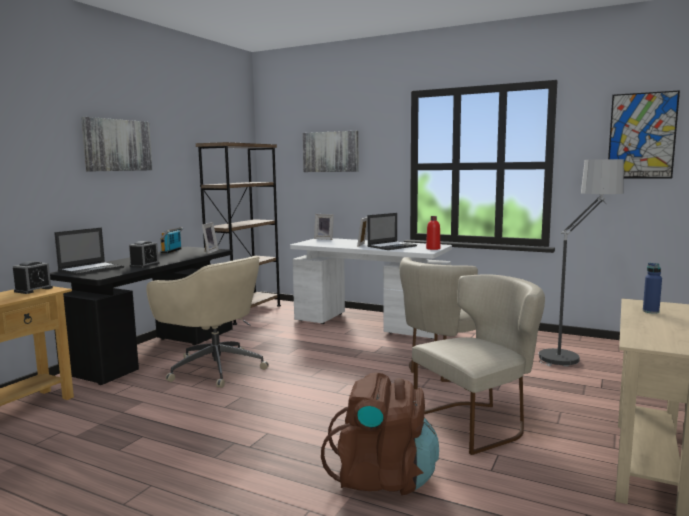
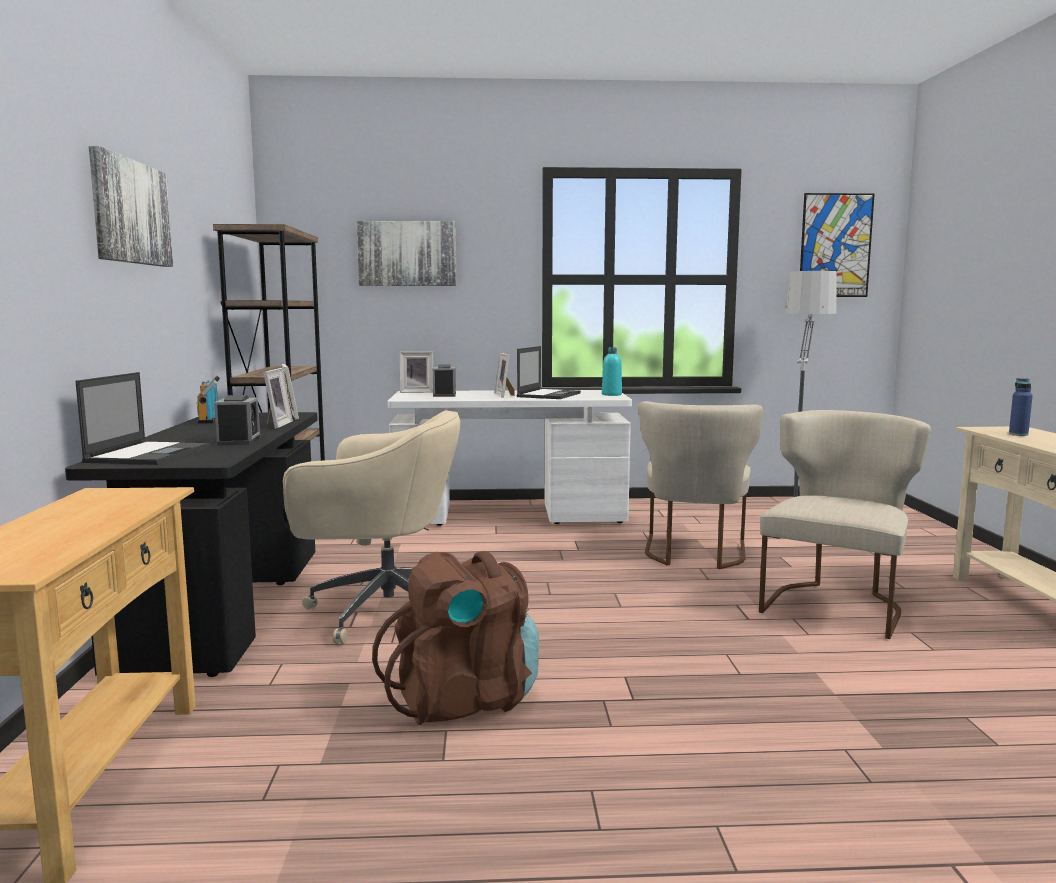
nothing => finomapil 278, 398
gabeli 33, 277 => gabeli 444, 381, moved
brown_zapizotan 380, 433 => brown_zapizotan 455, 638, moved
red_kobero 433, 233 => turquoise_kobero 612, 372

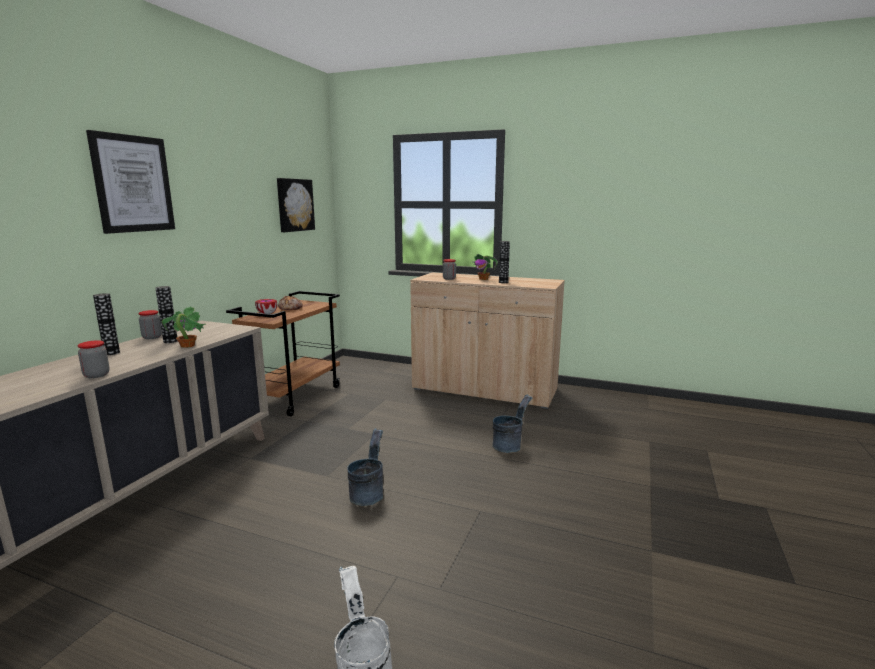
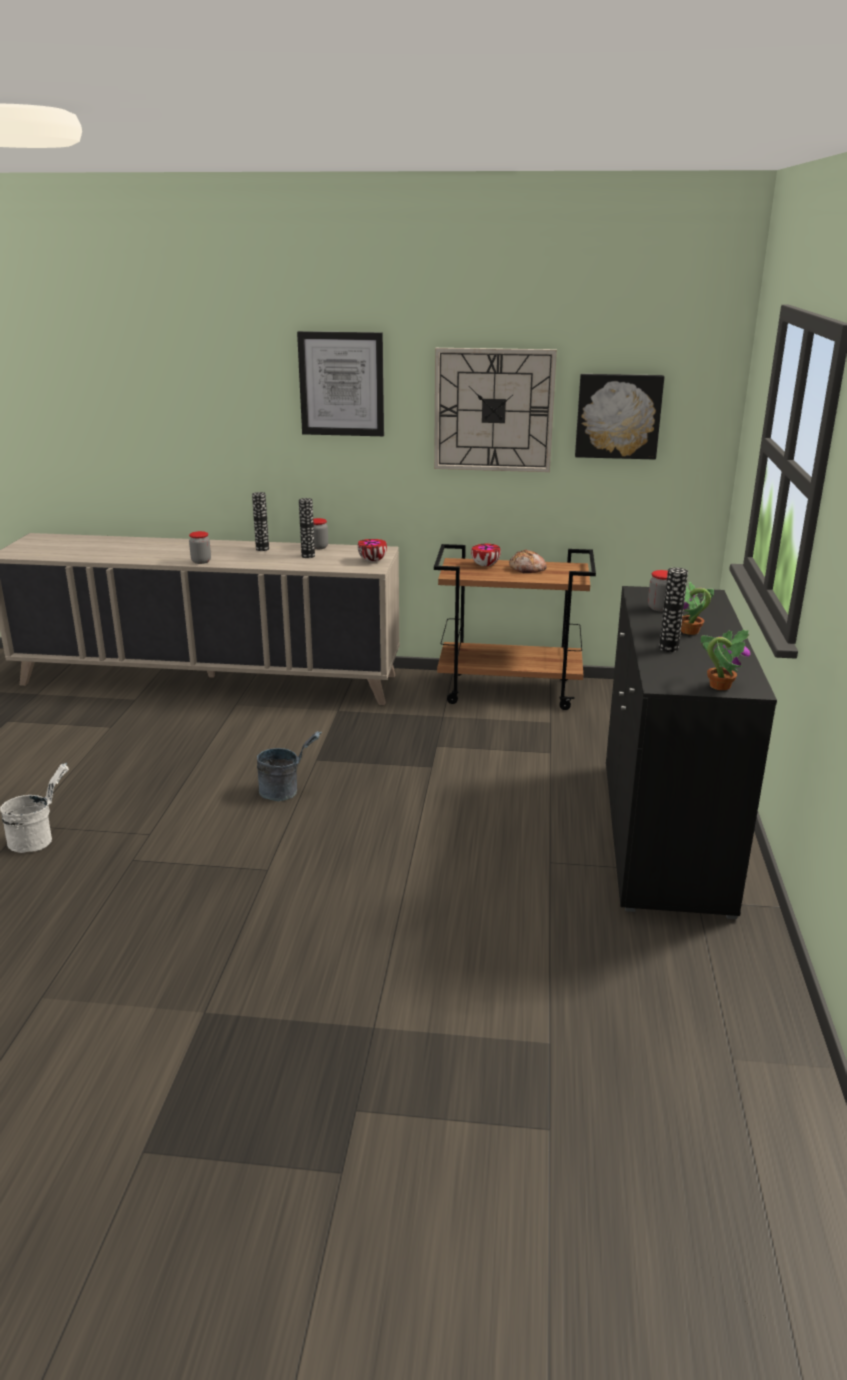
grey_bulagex 512, 424 => nothing
nothing => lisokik 372, 550
nothing => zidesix 495, 410
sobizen 183, 327 => sobizen 725, 659, moved
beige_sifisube 487, 341 => black_sifisube 691, 753

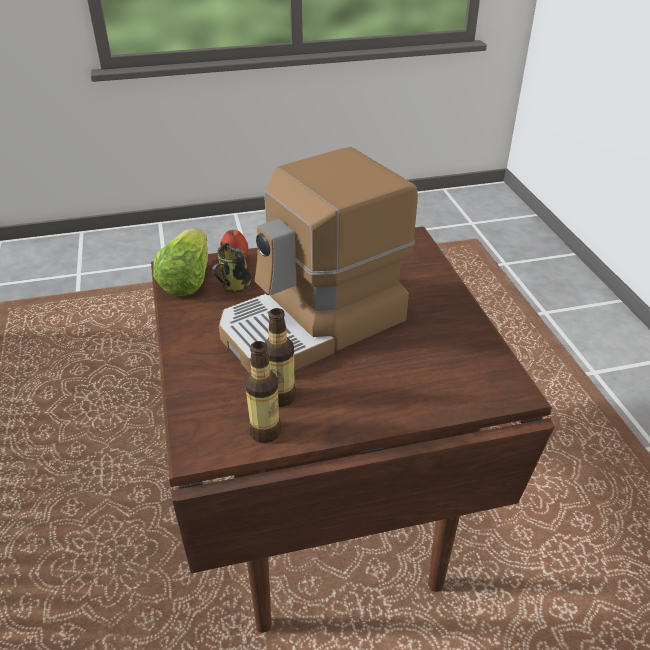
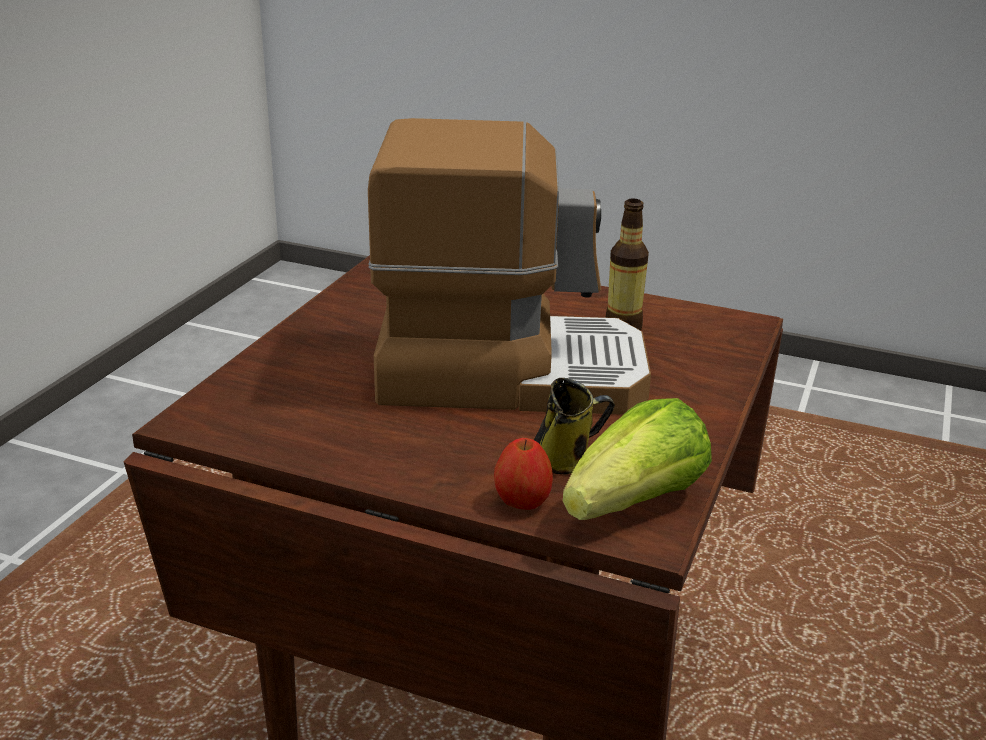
kobero 263, 392 => nothing

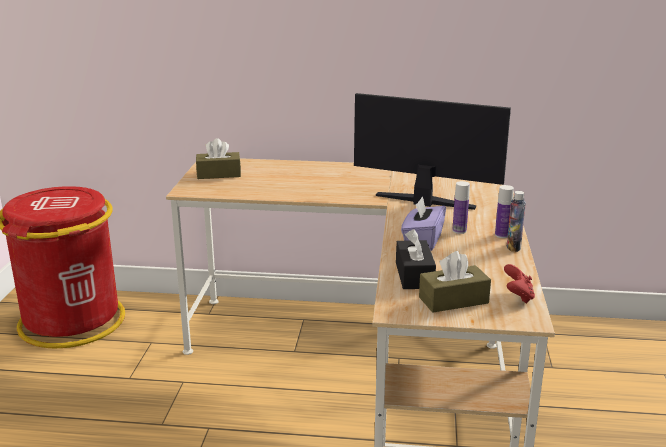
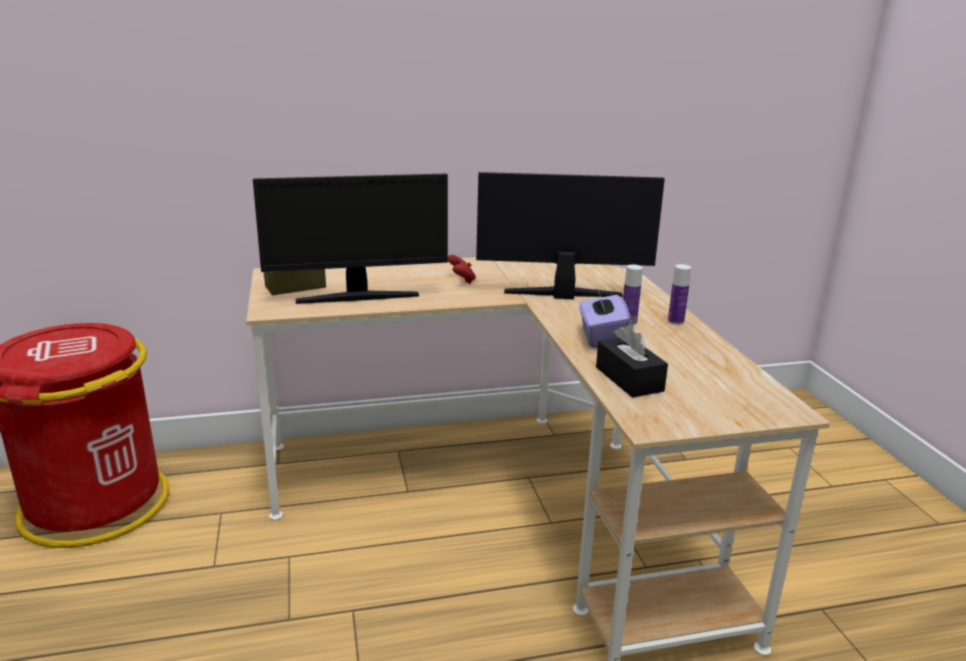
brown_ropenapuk 455, 282 => nothing
kobero 516, 221 => nothing
nothing => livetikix 350, 239
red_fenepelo 519, 284 => red_fenepelo 462, 269, moved

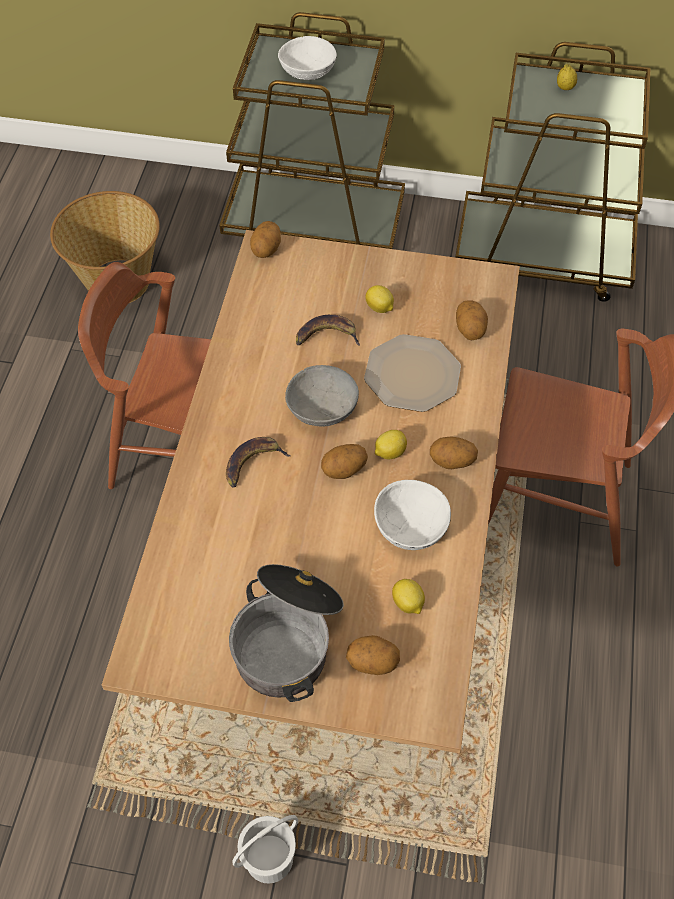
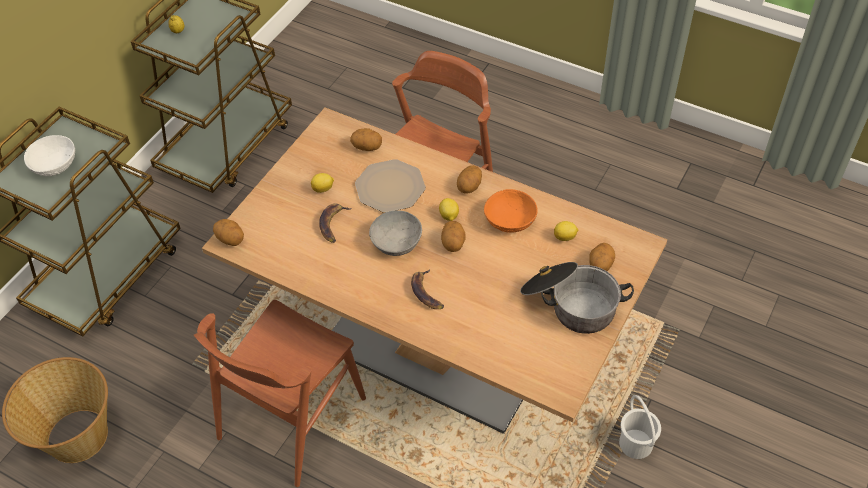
white_lisokik 412, 515 => orange_lisokik 511, 211

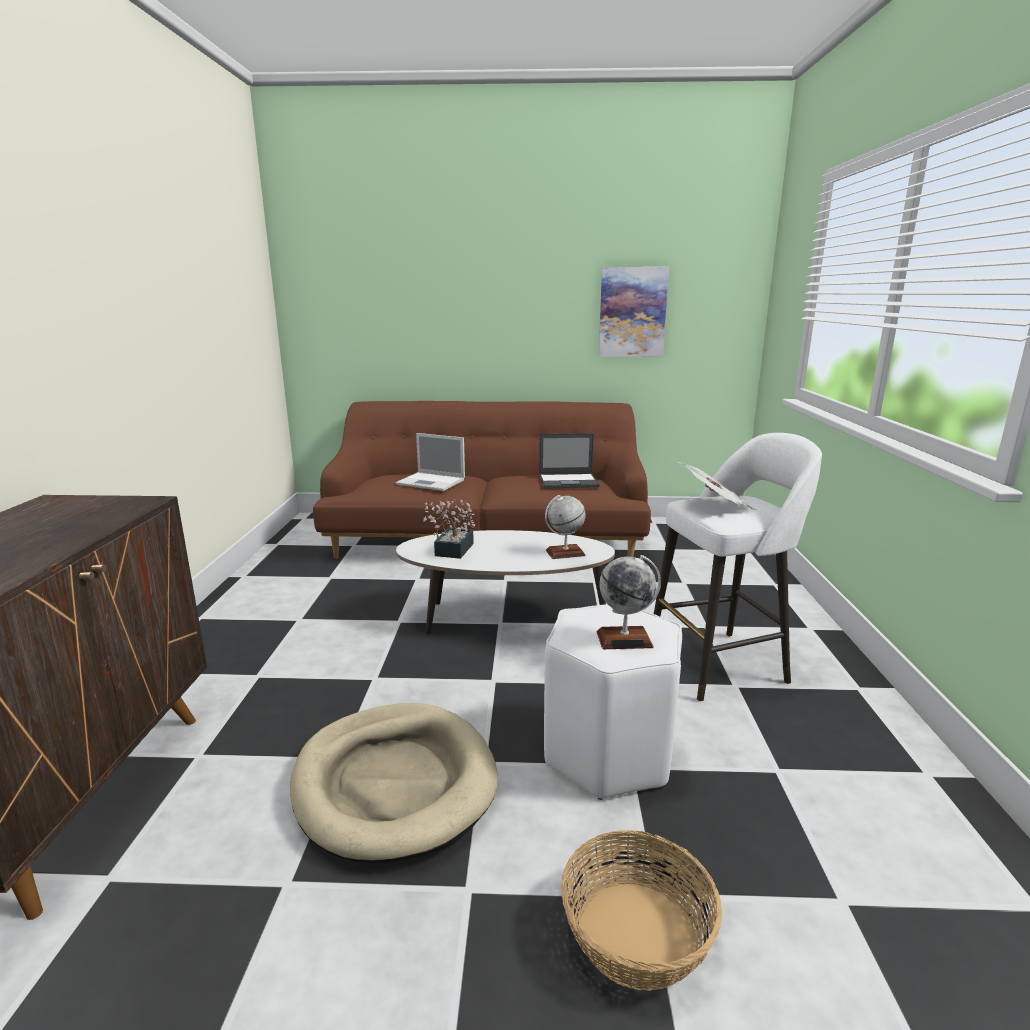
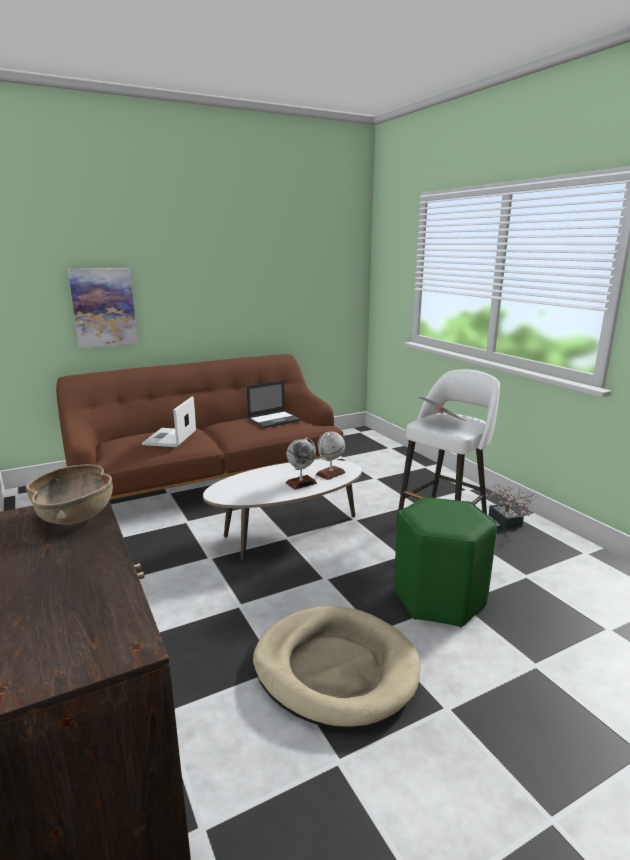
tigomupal 641, 910 => nothing
nothing => brown_lisokik 69, 494
sobizen 449, 529 => sobizen 511, 506, moved
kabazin 629, 602 => kabazin 301, 463, moved
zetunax 634, 312 => zetunax 103, 308, moved
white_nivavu 613, 702 => green_nivavu 445, 562
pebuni 430, 462 => pebuni 169, 422, 105 degrees clockwise

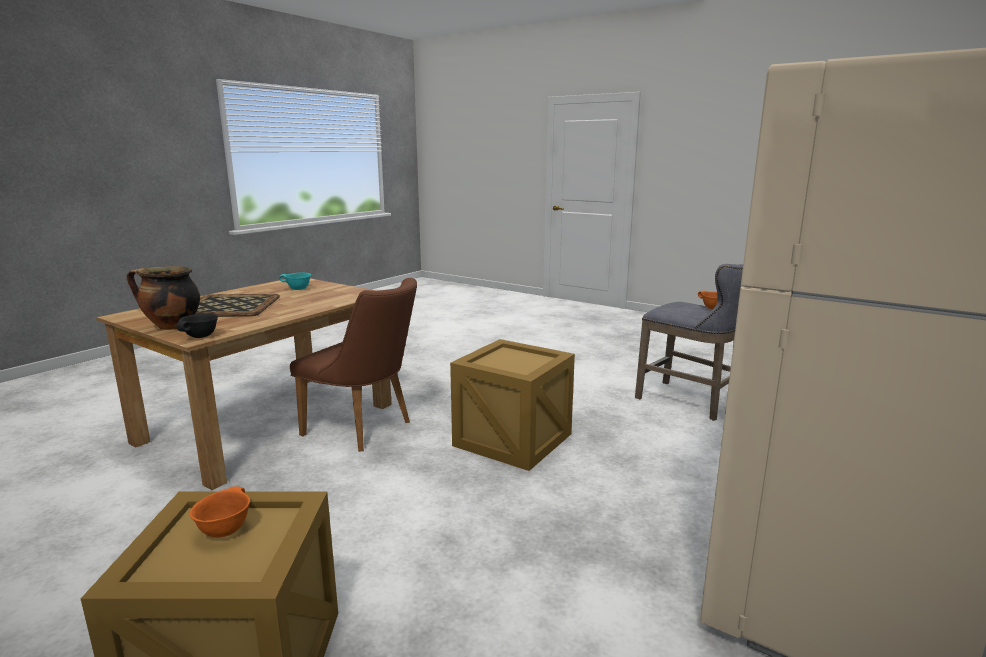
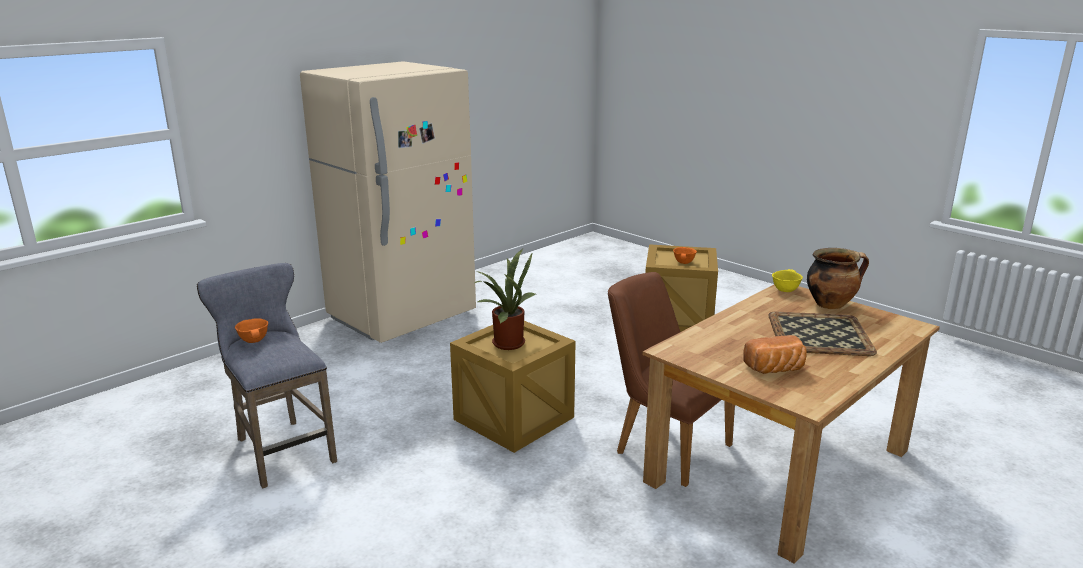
nothing => sobizen 505, 299
turquoise_lisokik 295, 281 => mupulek 775, 354
black_lisokik 197, 325 => yellow_lisokik 787, 280

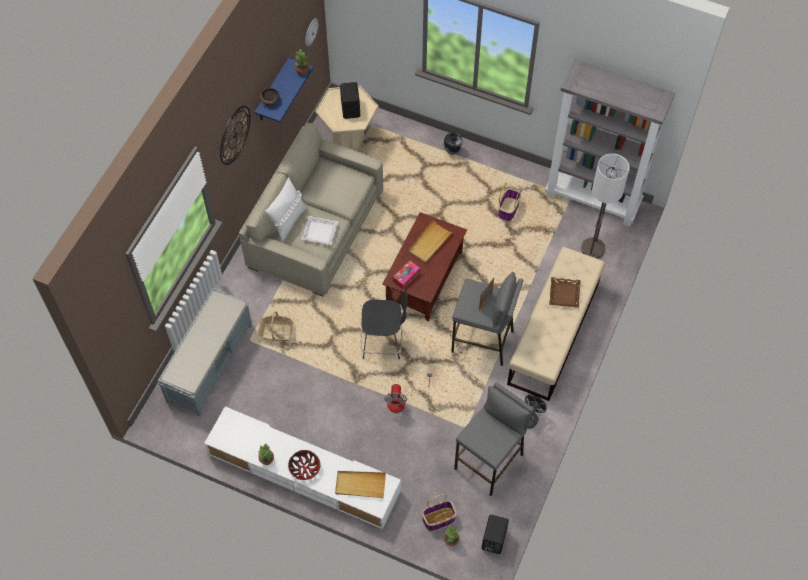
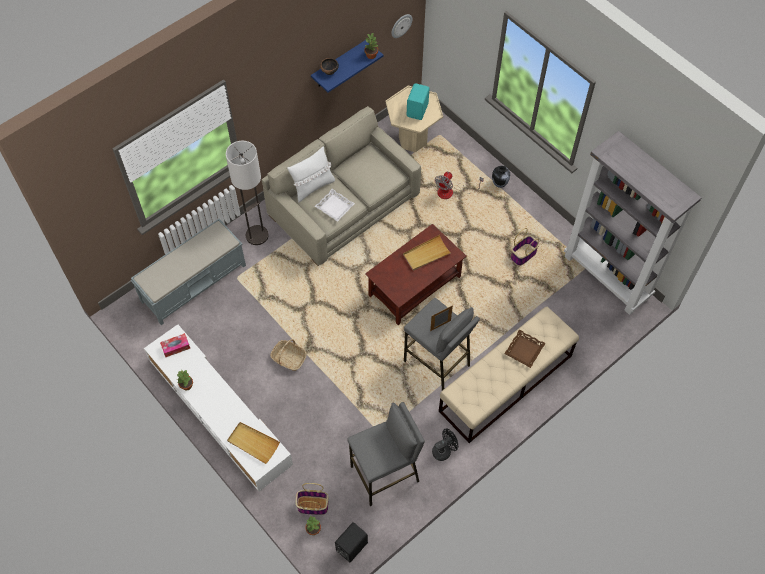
zidesix 235, 135 => nothing
lisokik 304, 465 => nothing
black_nivavu 383, 324 => nothing
tigomupal 276, 326 => tigomupal 288, 355, moved
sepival 408, 393 => sepival 459, 185, moved
ropenapuk 406, 275 => ropenapuk 175, 345, moved
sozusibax 605, 206 => sozusibax 247, 193, moved
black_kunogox 350, 100 => turquoise_kunogox 418, 101

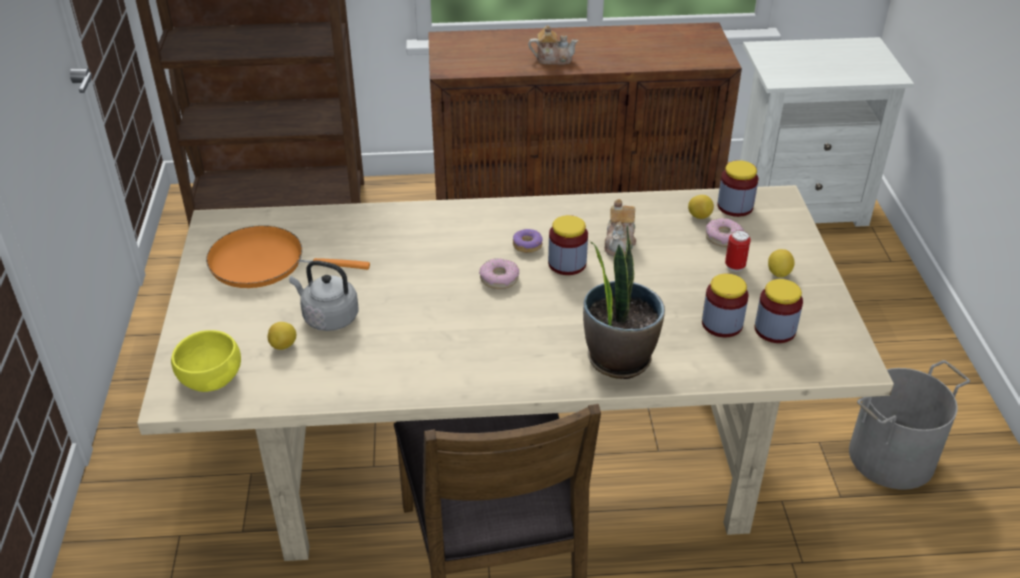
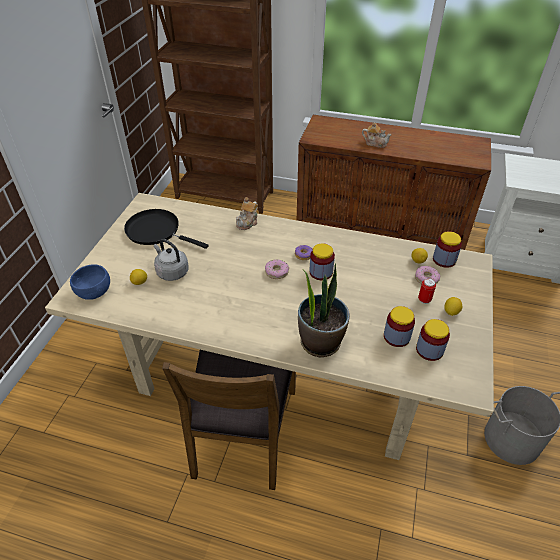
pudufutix 620, 227 => pudufutix 247, 213, moved
yellow_lisokik 206, 361 => blue_lisokik 90, 282
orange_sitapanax 288, 257 => black_sitapanax 166, 229

